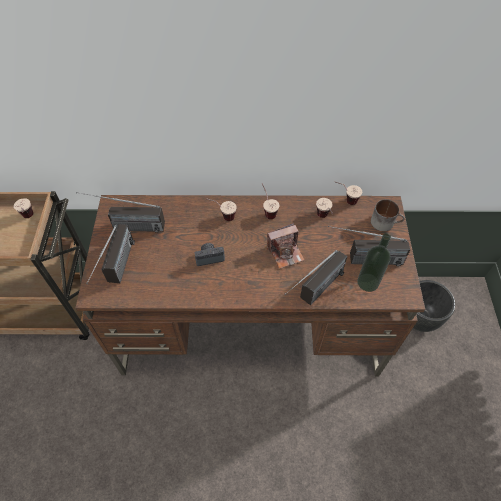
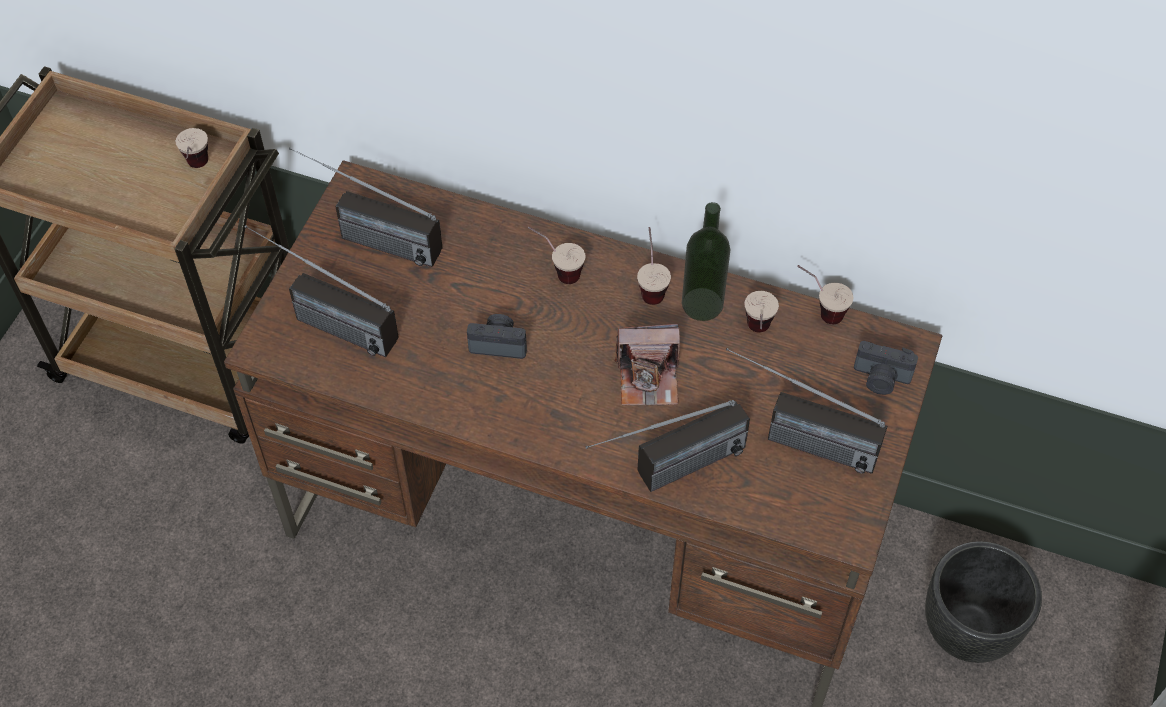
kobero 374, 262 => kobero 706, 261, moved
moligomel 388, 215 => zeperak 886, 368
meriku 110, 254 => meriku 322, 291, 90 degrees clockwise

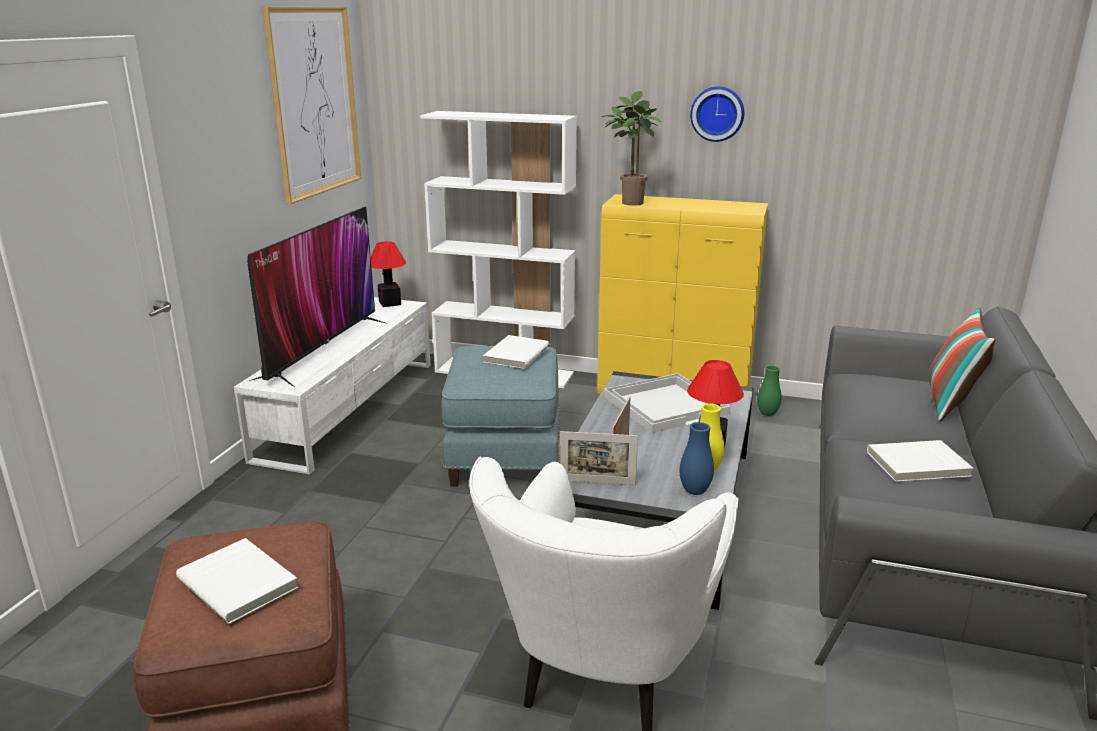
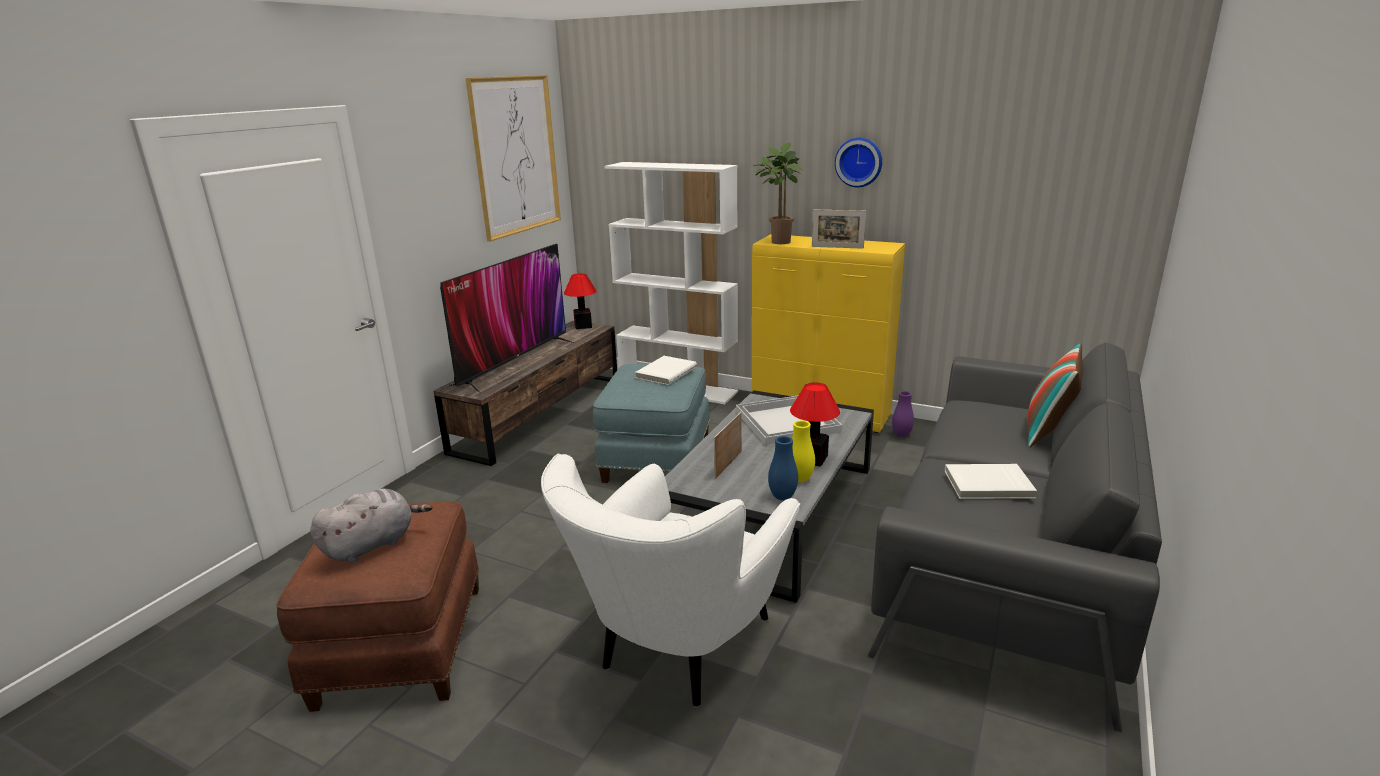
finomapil 599, 458 => finomapil 839, 229, moved
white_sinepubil 237, 581 => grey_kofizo 371, 526
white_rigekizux 332, 386 => brown_rigekizux 525, 393
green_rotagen 769, 391 => purple_rotagen 903, 414

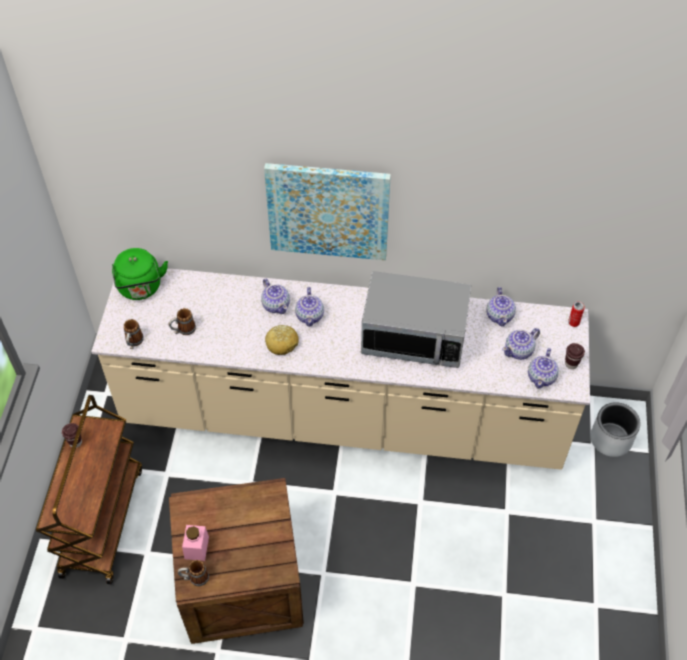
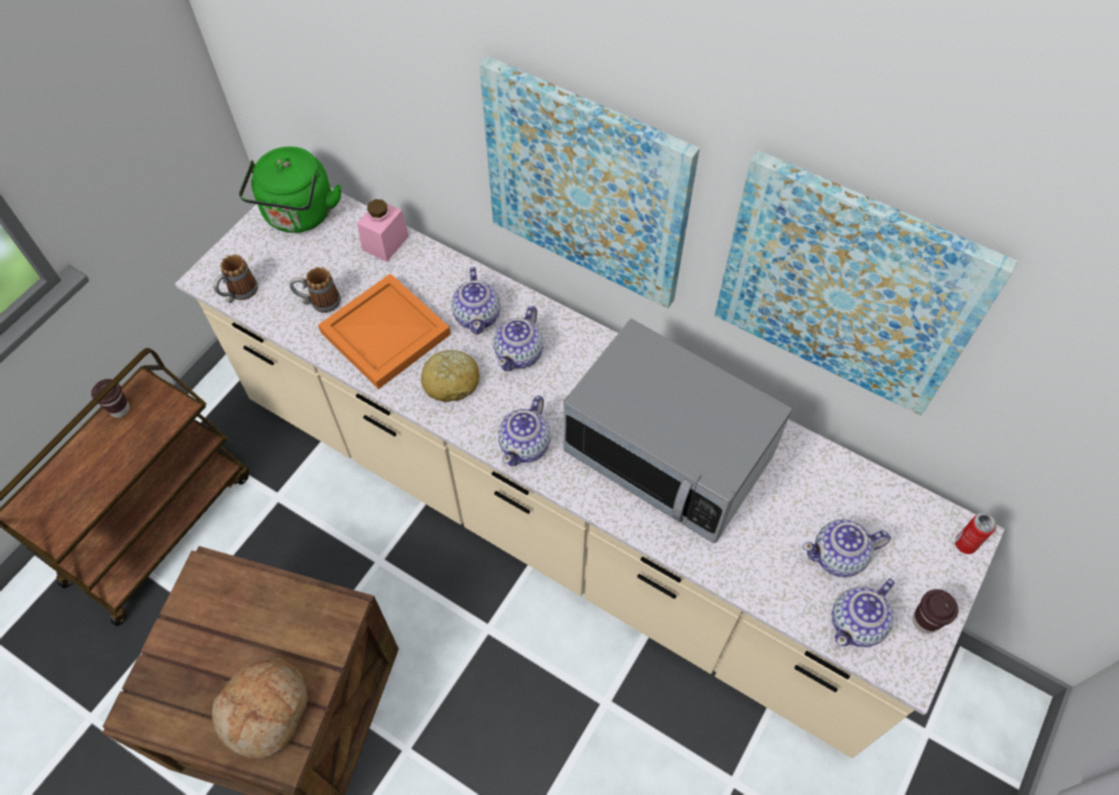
moligomel 193, 573 => nothing
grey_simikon 615, 429 => nothing
nothing => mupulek 260, 707
nothing => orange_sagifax 384, 331
nothing => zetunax 866, 282
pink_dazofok 195, 543 => pink_dazofok 383, 230, moved
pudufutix 501, 306 => pudufutix 524, 431, moved

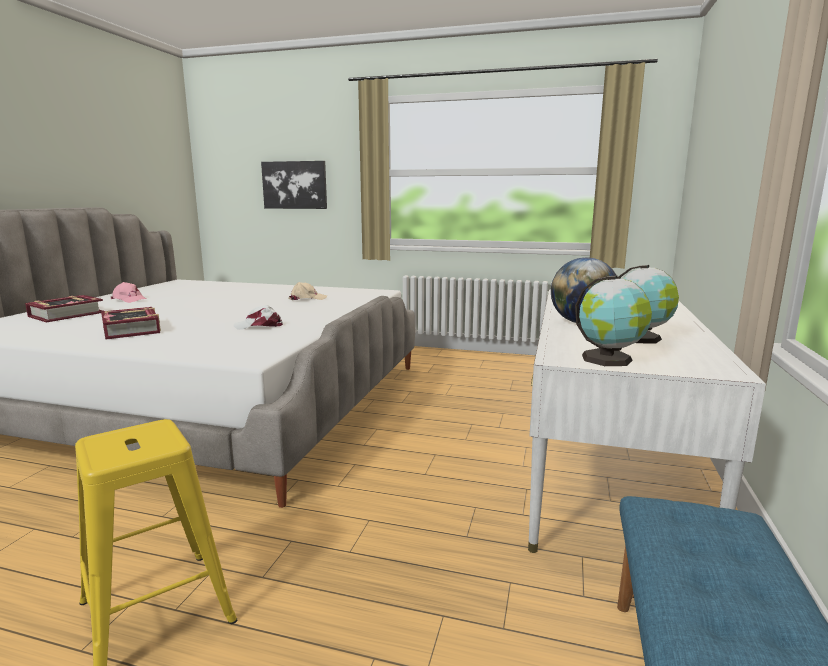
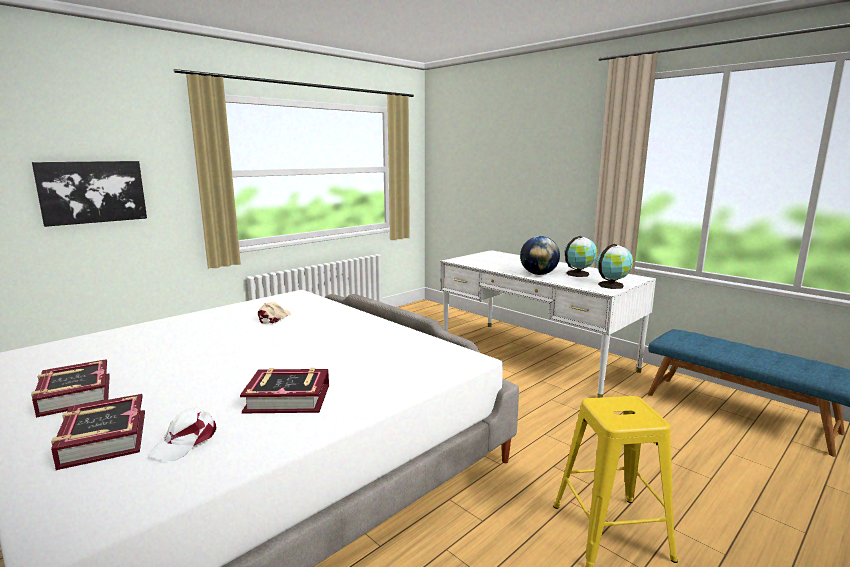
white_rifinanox 258, 317 => white_rifinanox 182, 434, moved
pink_rifinanox 129, 292 => sinepubil 70, 388

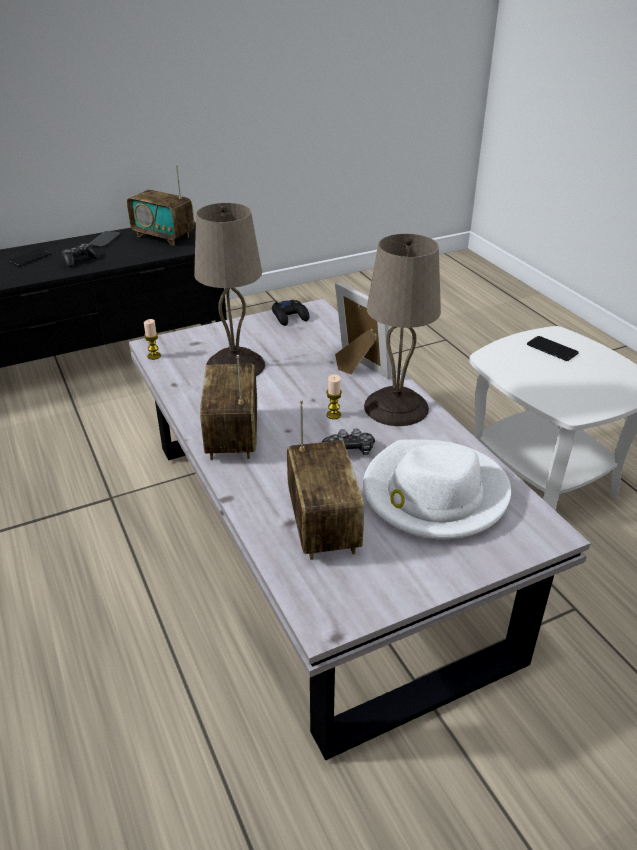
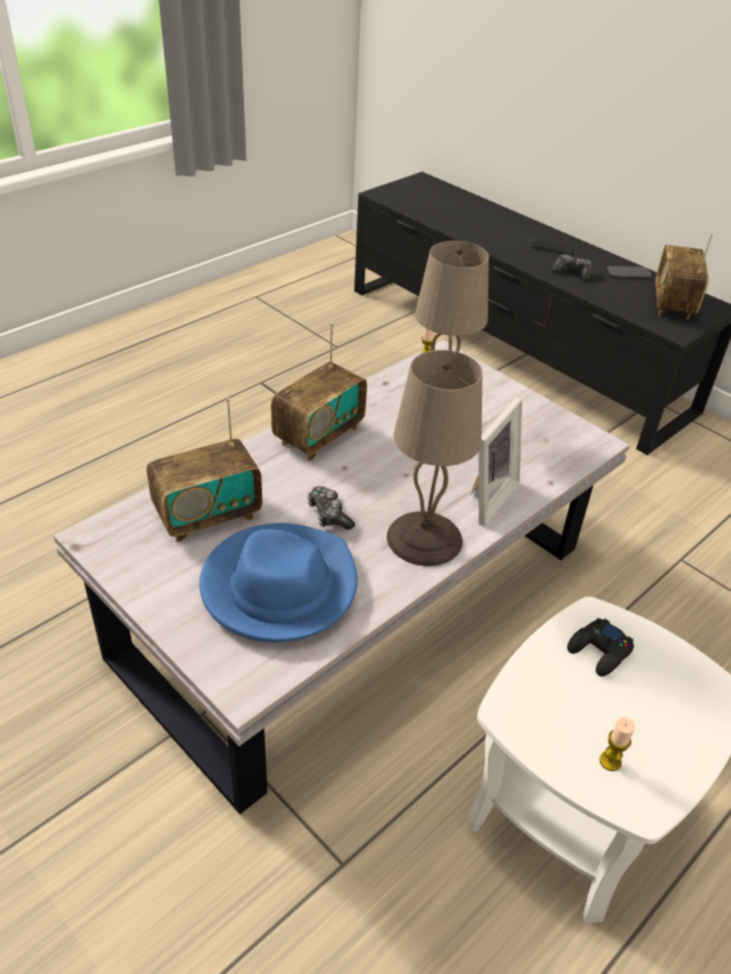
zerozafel 553, 348 => nothing
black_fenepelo 290, 313 => black_fenepelo 600, 647, moved
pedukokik 334, 396 => pedukokik 617, 744, moved
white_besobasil 437, 489 => blue_besobasil 278, 582
meriku 228, 407 => meriku 319, 392, 150 degrees clockwise

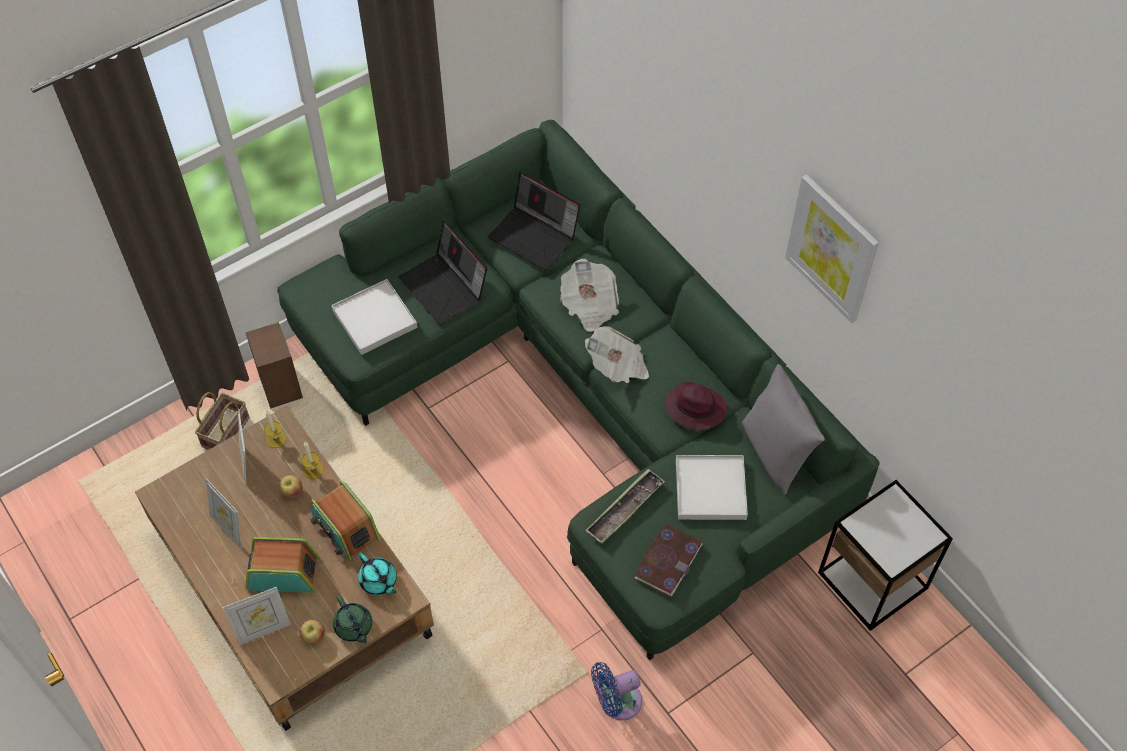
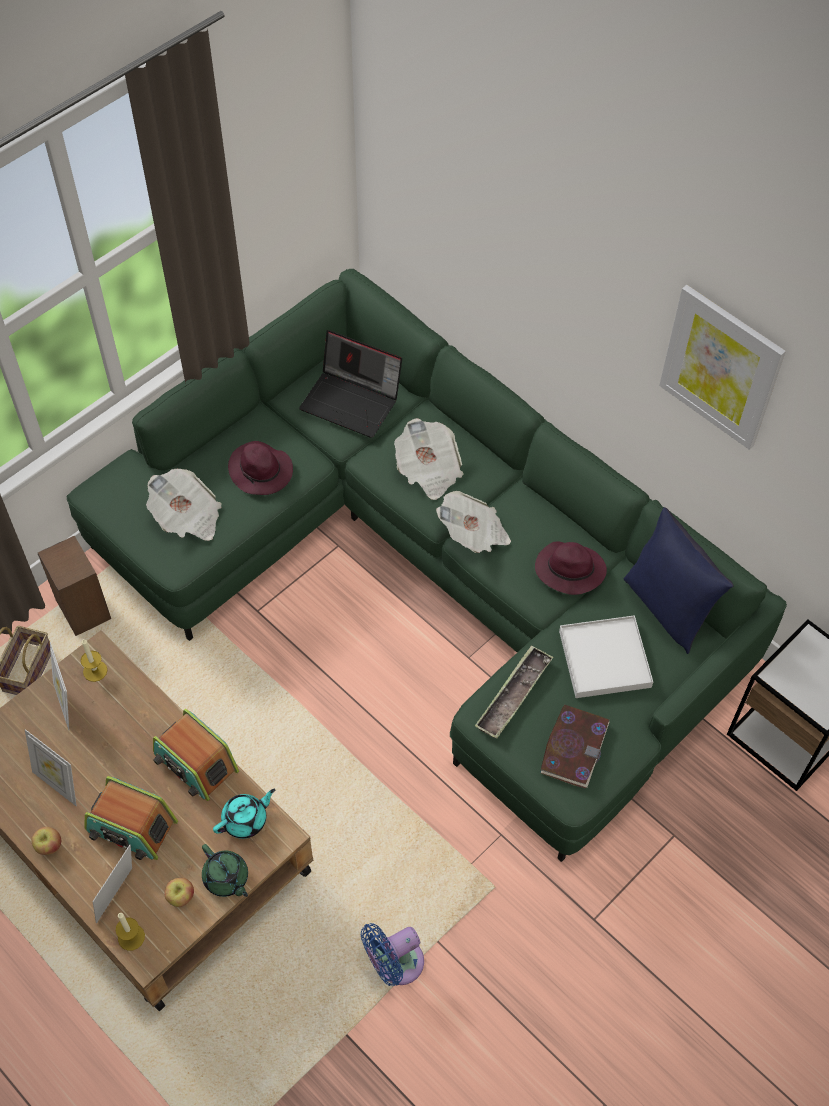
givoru 291, 486 => givoru 46, 841, moved
pedukokik 312, 460 => pedukokik 130, 932, moved
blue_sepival 616, 691 => blue_sepival 392, 954, moved
white_sagifax 374, 317 => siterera 184, 505
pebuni 443, 272 => purple_besobasil 260, 468
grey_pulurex 783, 429 => blue_pulurex 679, 580
finomapil 257, 616 => finomapil 112, 883, 150 degrees clockwise
meriku 282, 565 => meriku 131, 818, 150 degrees counterclockwise
turquoise_pudufutix 377, 573 => turquoise_pudufutix 244, 814, 75 degrees counterclockwise

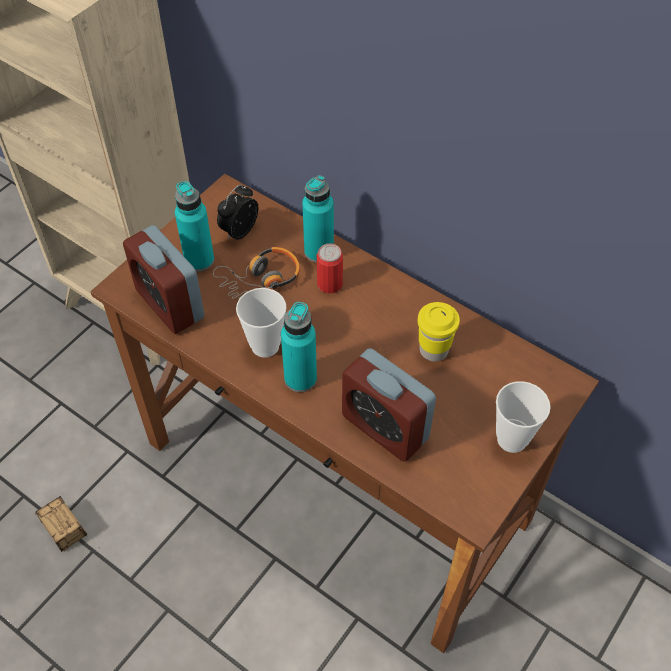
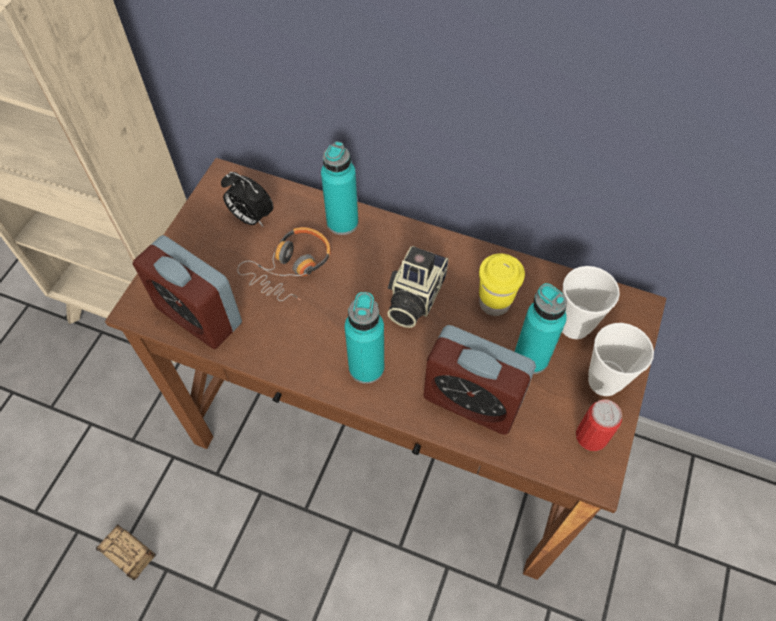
nothing => zeperak 417, 287
turquoise_kobero 194, 226 => turquoise_kobero 541, 328, moved
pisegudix 261, 323 => pisegudix 591, 302, moved
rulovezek 330, 268 => rulovezek 599, 425, moved
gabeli 237, 212 => gabeli 247, 199, 75 degrees counterclockwise

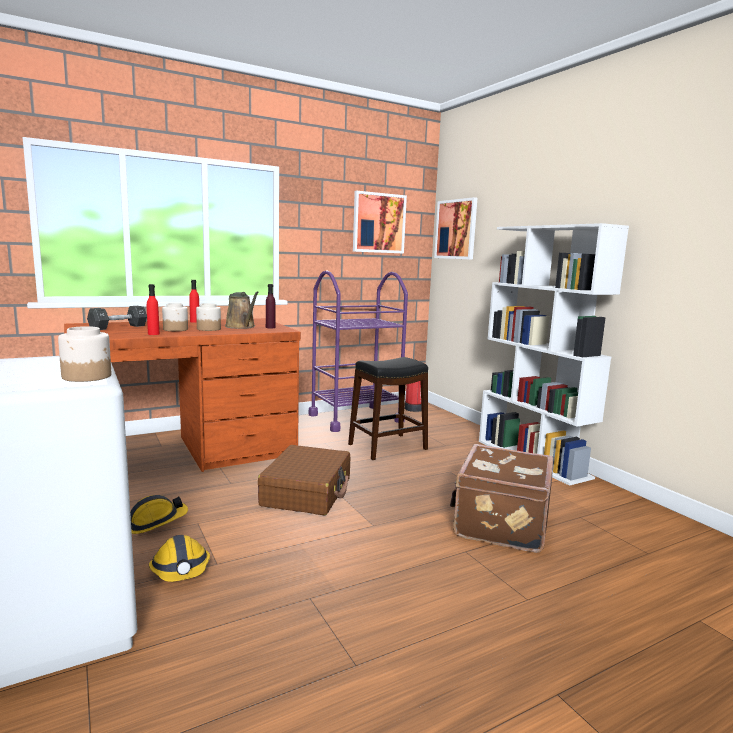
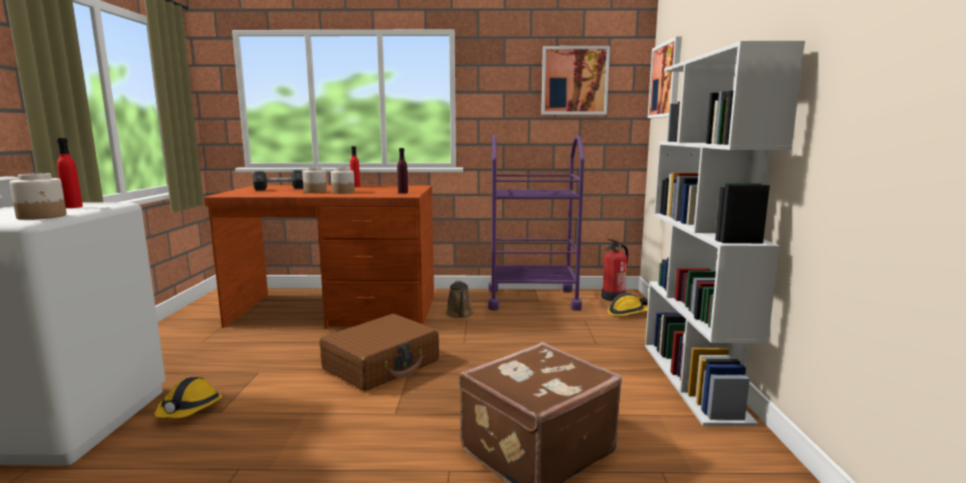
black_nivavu 388, 408 => nothing
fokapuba 159, 514 => fokapuba 628, 304, moved
red_kobero 153, 309 => red_kobero 70, 173, moved
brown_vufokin 242, 310 => brown_vufokin 460, 299, moved

